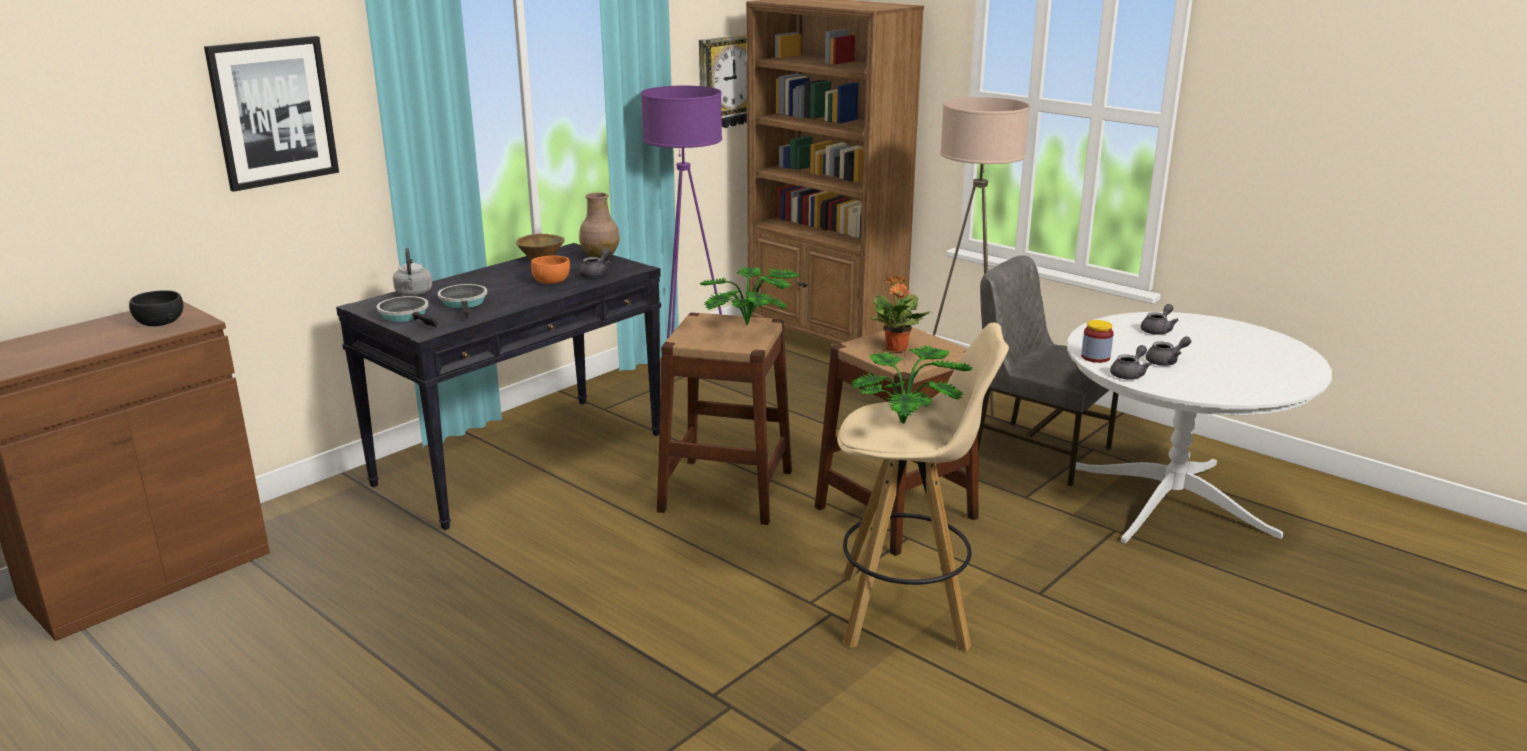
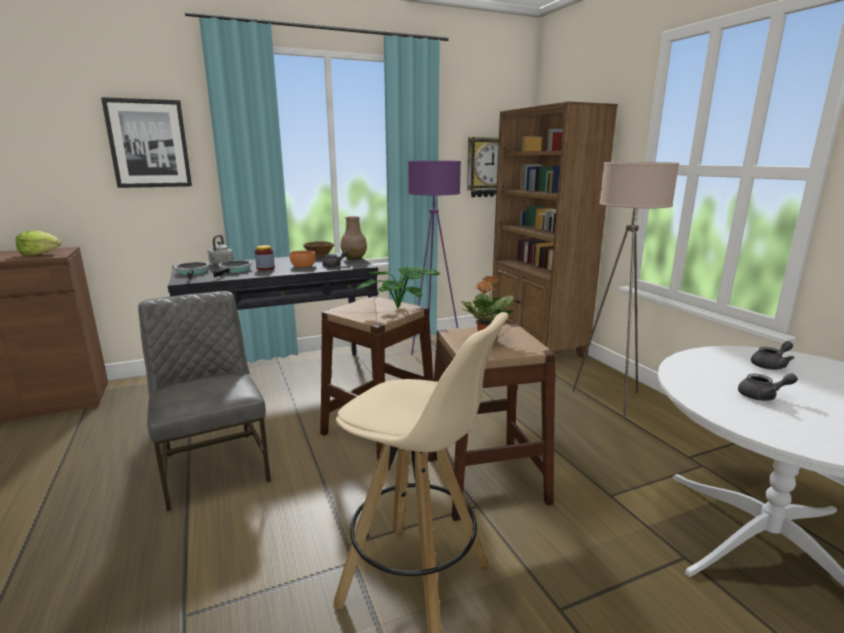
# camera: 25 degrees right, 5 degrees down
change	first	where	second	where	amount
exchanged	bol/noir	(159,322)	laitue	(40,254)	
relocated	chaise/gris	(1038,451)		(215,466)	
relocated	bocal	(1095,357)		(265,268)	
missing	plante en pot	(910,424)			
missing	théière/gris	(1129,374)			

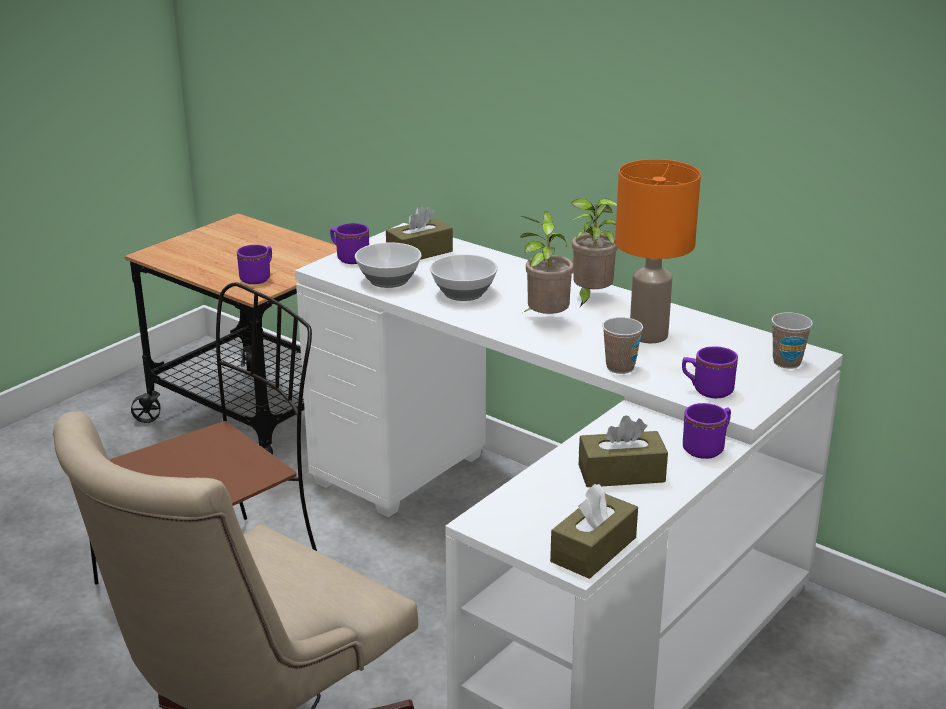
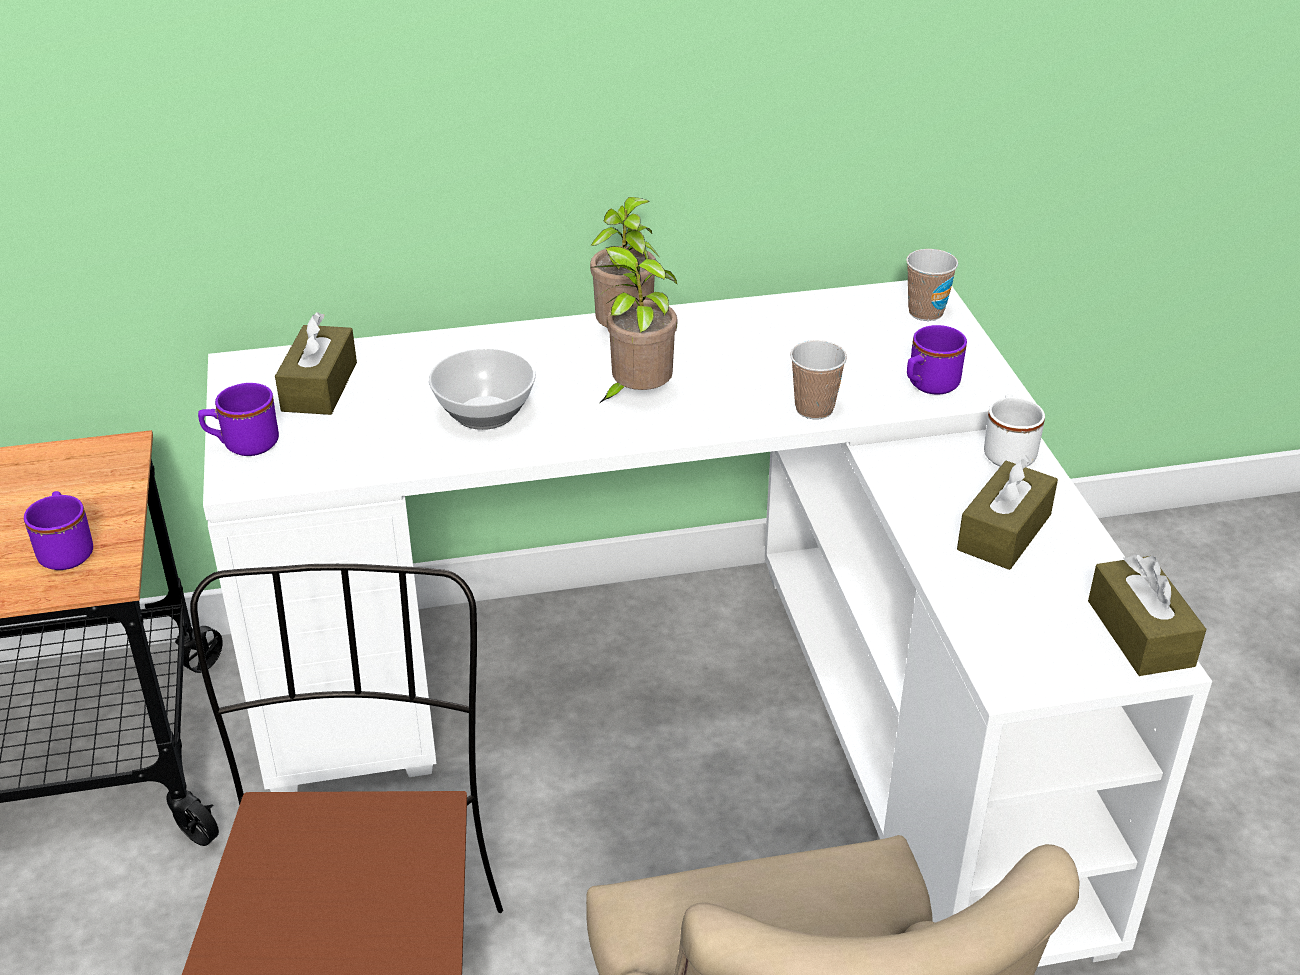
# camera: 50 degrees left, 10 degrees up
change	first	where	second	where	amount
colour	mug/violet	(707,447)	mug/blanc	(1008,451)	
missing	bol	(389,281)			
missing	lampe de table/orange	(649,335)			

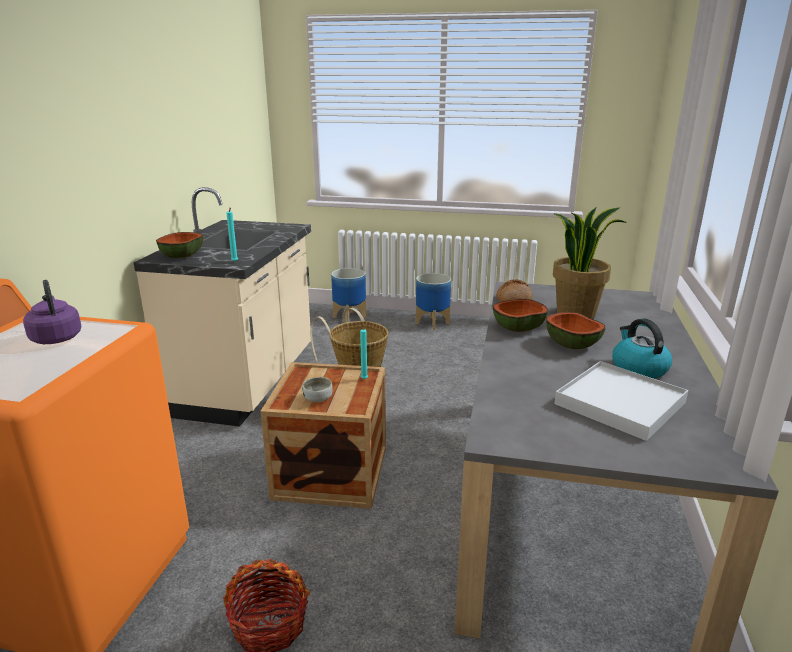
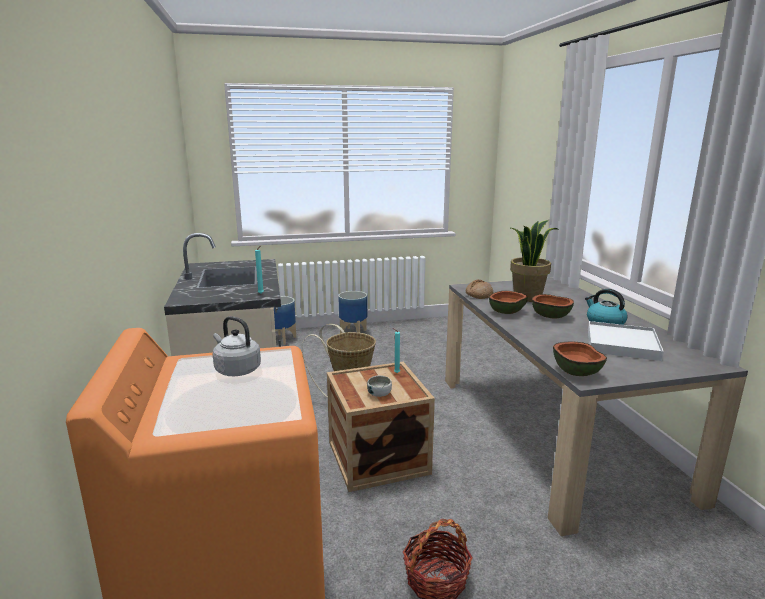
# camera: 25 degrees left, 5 degrees down
change	first	where	second	where	amount
colour	bouilloire/violet	(56,337)	bouilloire/gris	(236,370)	
relocated	bol	(182,256)		(577,372)	

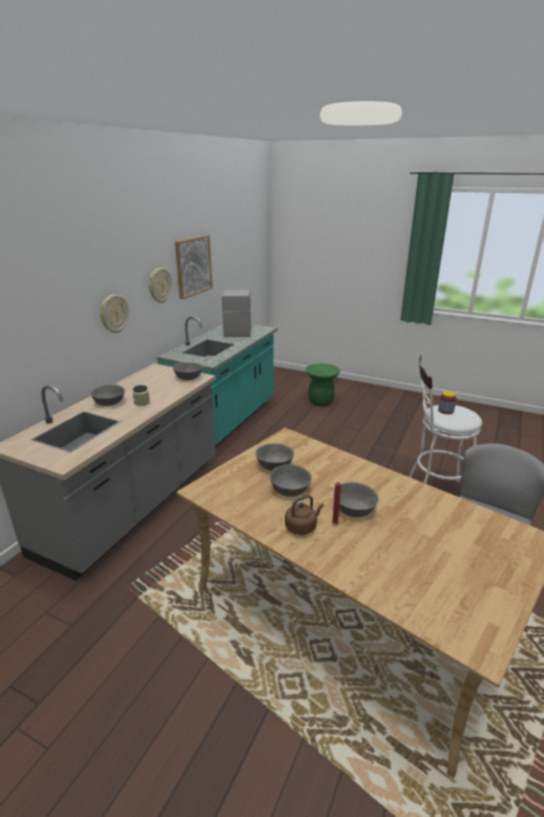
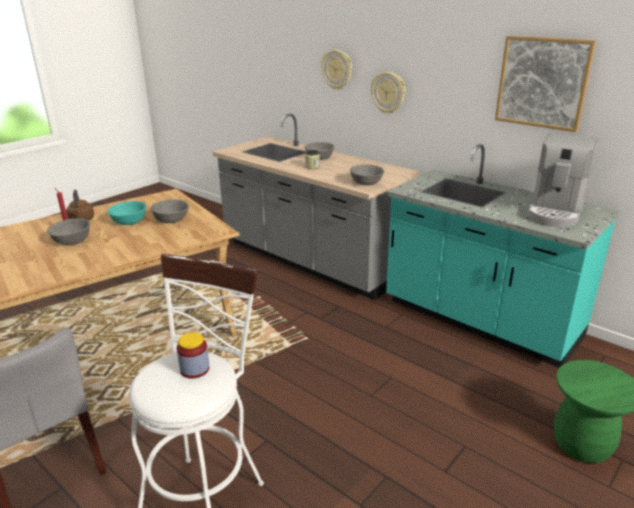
# camera: 105 degrees right, 0 degrees up
change	first	where	second	where	amount
colour	bol/gris	(290,490)	bol/turquoise	(129,222)	
relocated	horloge murale	(159,285)		(337,69)	
spun	machine à café	(237,330)		(555,212)	105 degrees clockwise

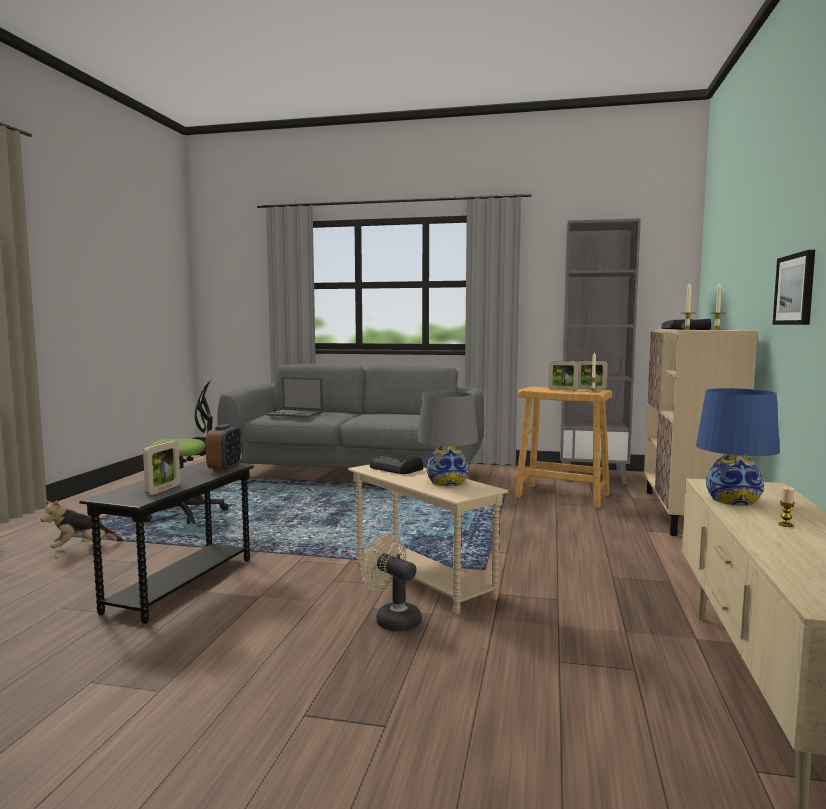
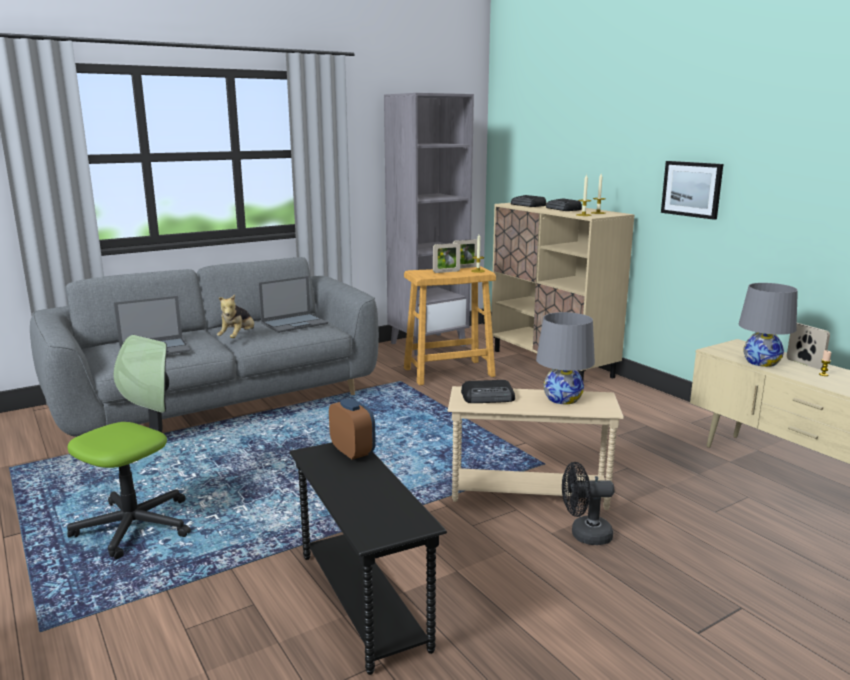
# camera: 45 degrees left, 10 degrees up
change	first	where	second	where	amount
relocated	peluche	(82,548)		(238,337)	
appeared			ordinateur portable	(295,323)	
colour	ventilateur/beige	(392,619)	ventilateur/noir	(584,535)	
colour	lampe de table/bleu	(733,500)	lampe de table/gris	(761,362)	
relocated	cadre photo	(163,489)		(804,363)	

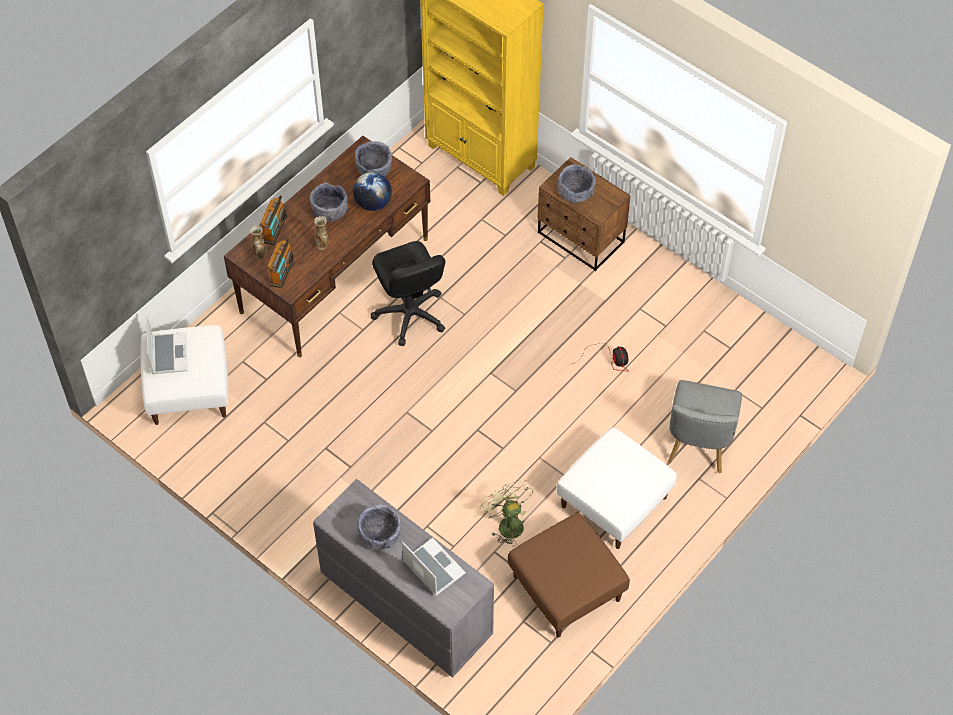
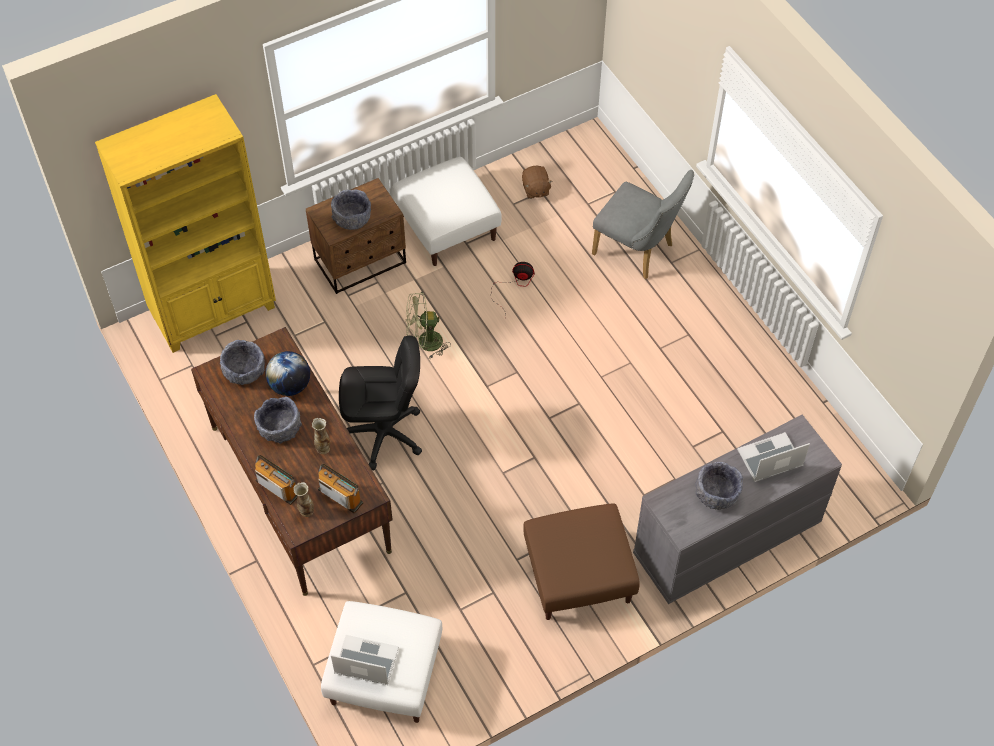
# camera: 70 degrees left, 0 degrees up
change	first	where	second	where	amount
relocated	pouf/blanc	(614,502)		(448,227)	
relocated	ventilateur/vert	(507,523)		(424,343)	
appeared			peluche/marron	(535,189)	
relocated	pouf/marron	(565,588)		(578,576)	

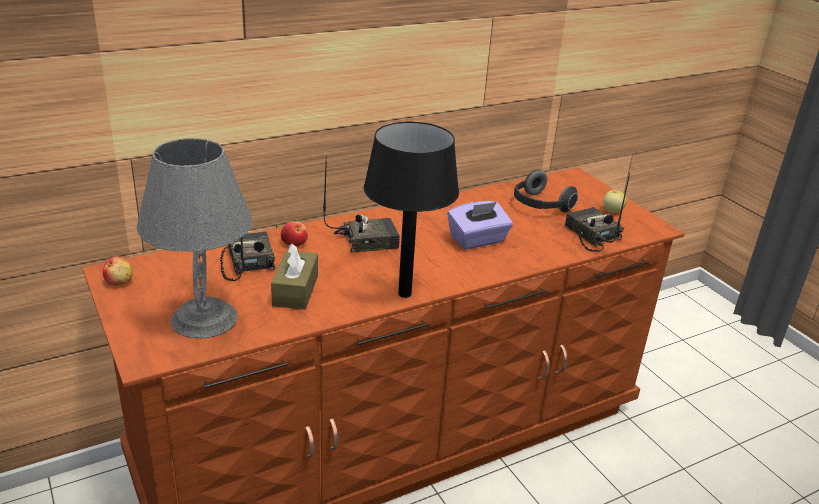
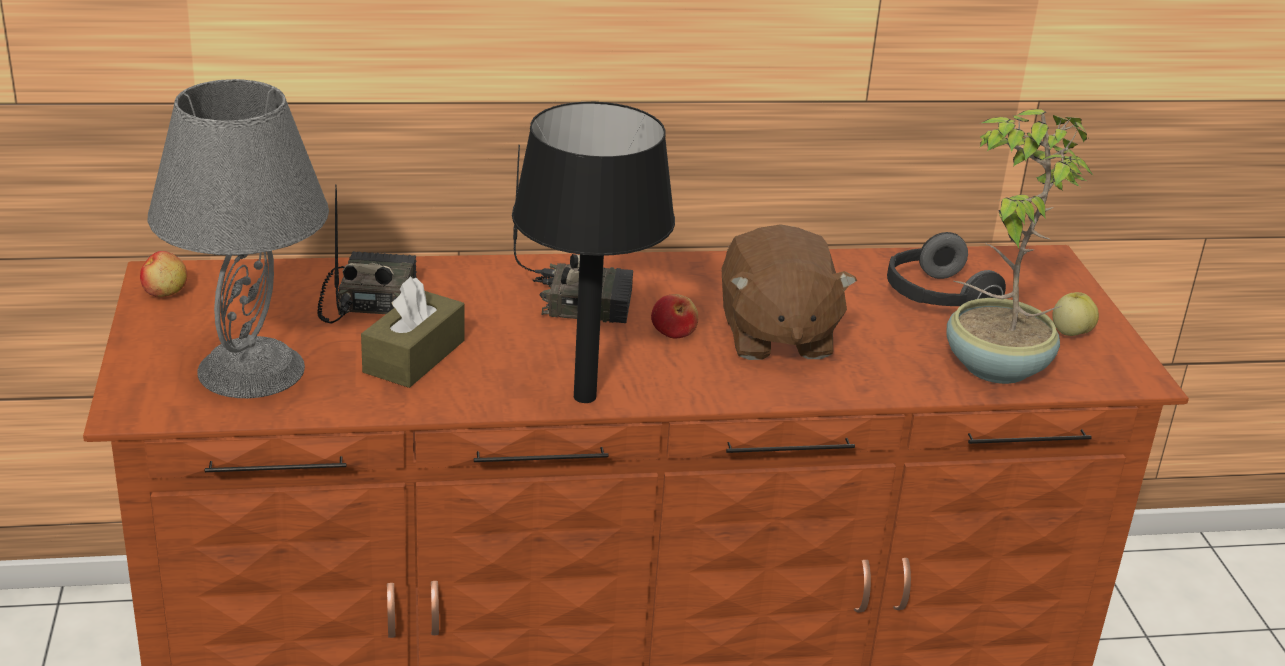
# camera: 20 degrees right, 0 degrees up
change	first	where	second	where	amount
relocated	pomme	(294,243)		(673,332)	
exchanged	boîte à mouchoirs/violet	(478,240)	peluche/marron	(775,336)	
exchanged	radio	(590,235)	plante en pot	(993,367)	

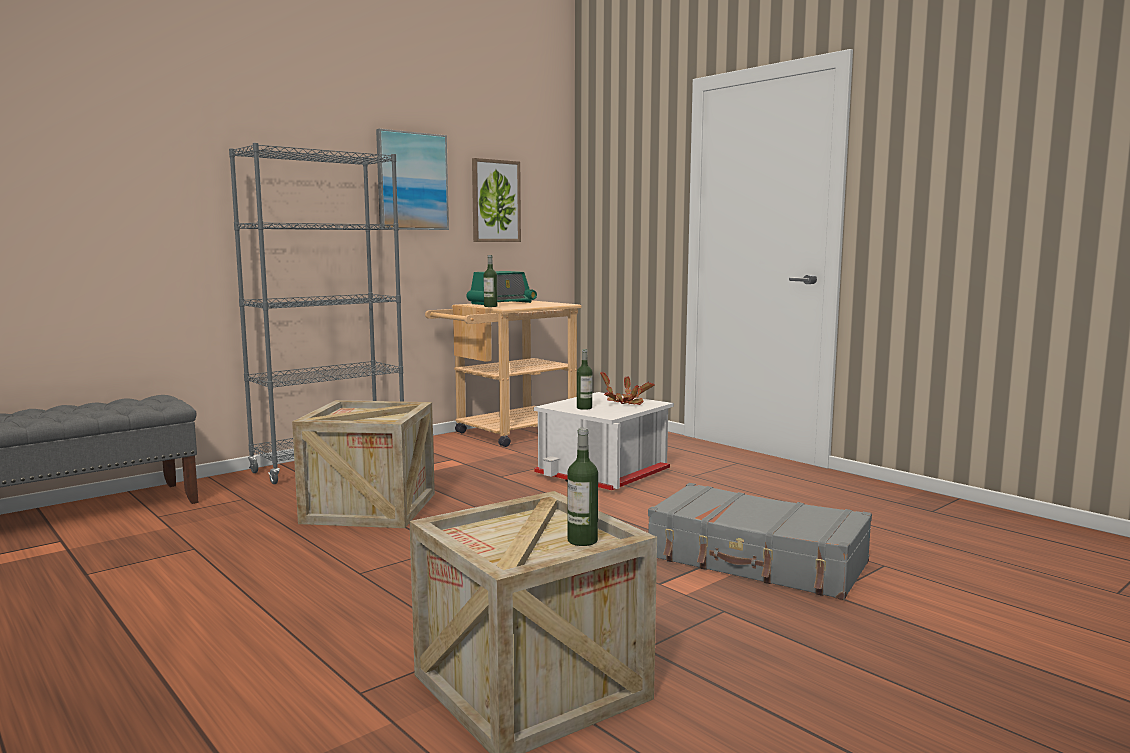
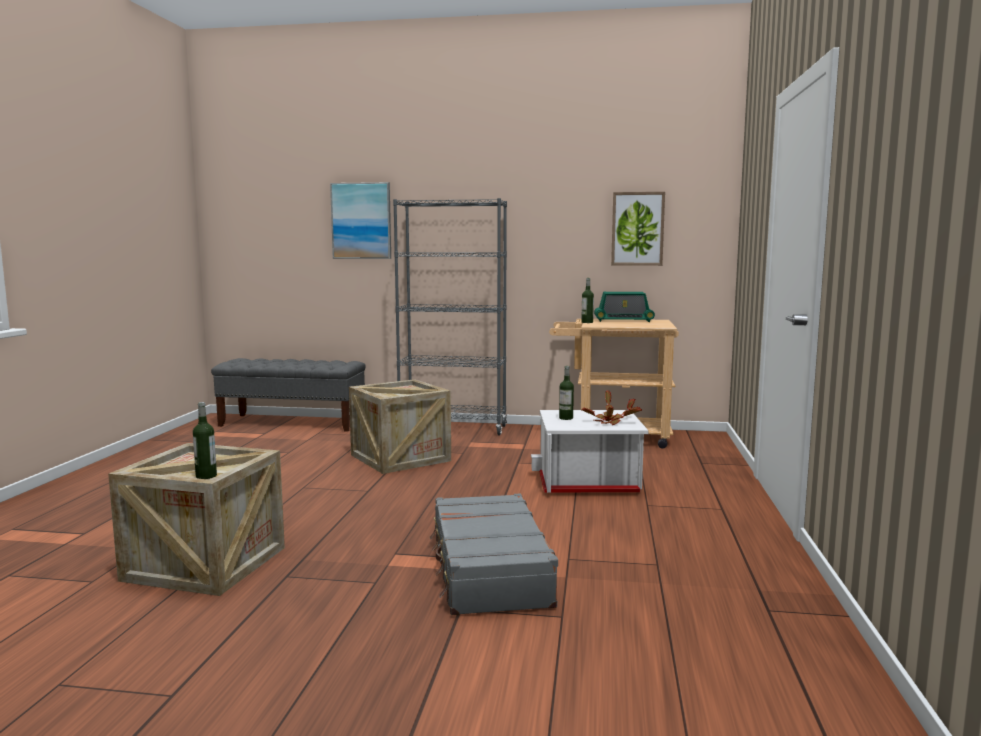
# camera: 50 degrees right, 0 degrees up
change	first	where	second	where	amount
relocated	tableau	(412,181)		(361,221)	

